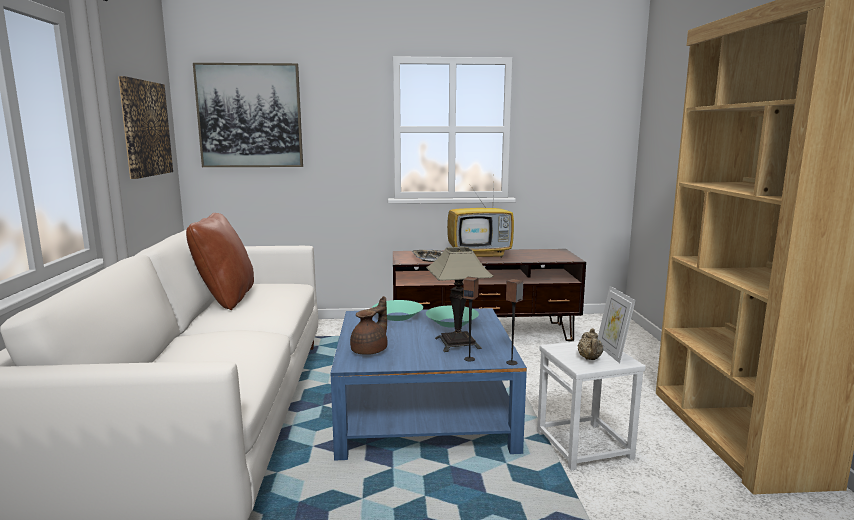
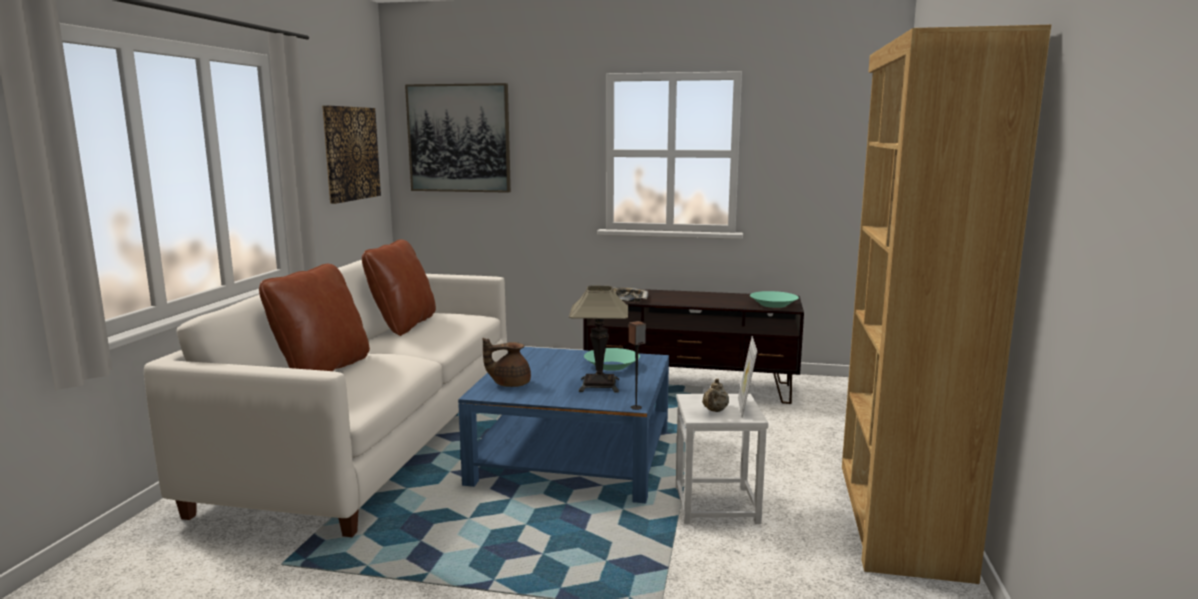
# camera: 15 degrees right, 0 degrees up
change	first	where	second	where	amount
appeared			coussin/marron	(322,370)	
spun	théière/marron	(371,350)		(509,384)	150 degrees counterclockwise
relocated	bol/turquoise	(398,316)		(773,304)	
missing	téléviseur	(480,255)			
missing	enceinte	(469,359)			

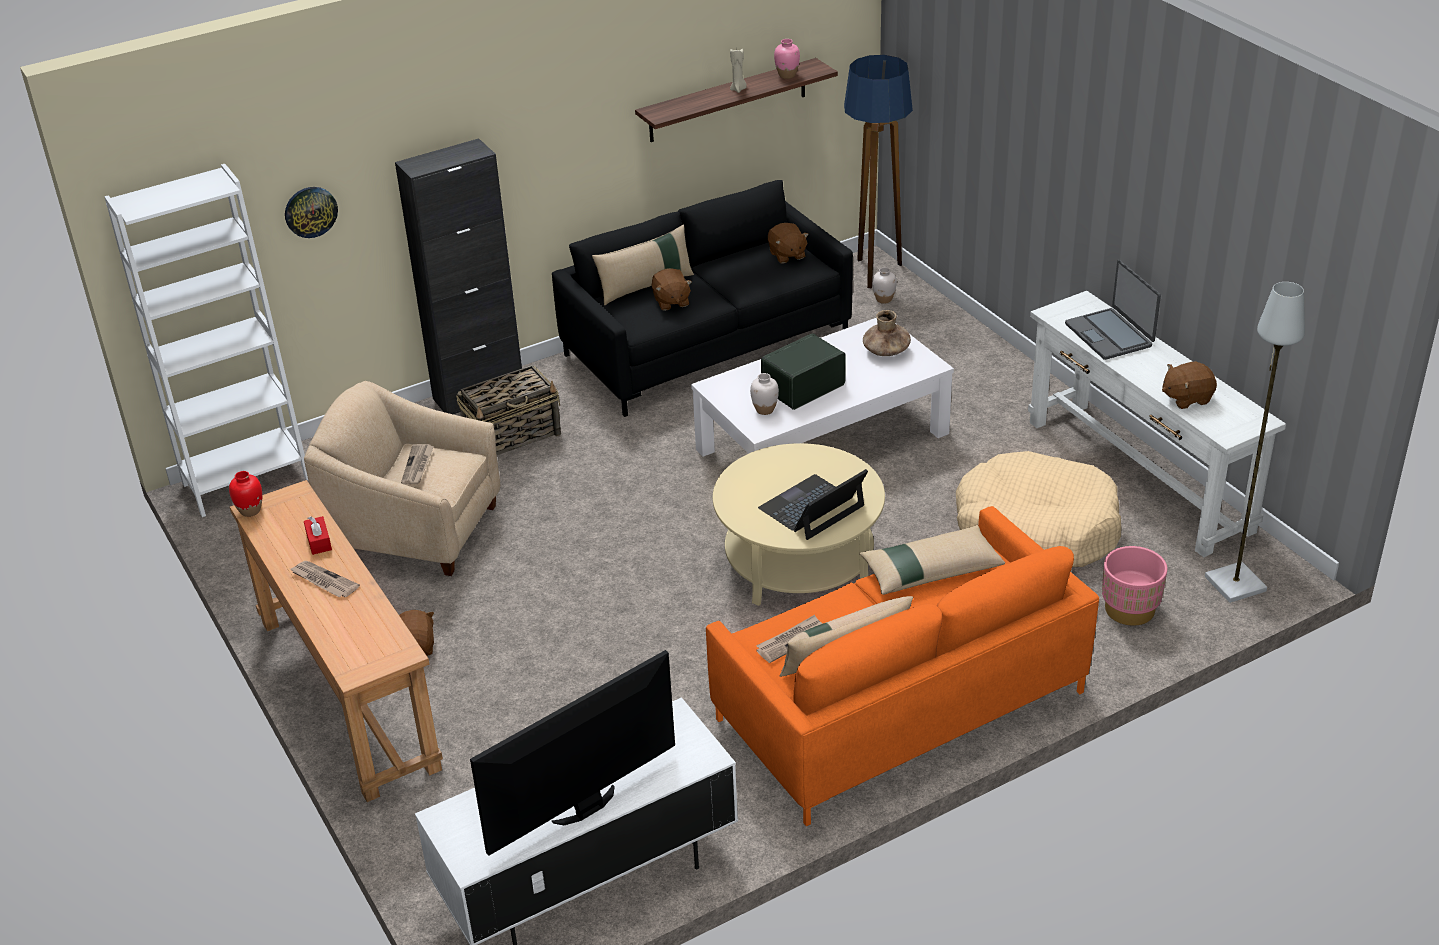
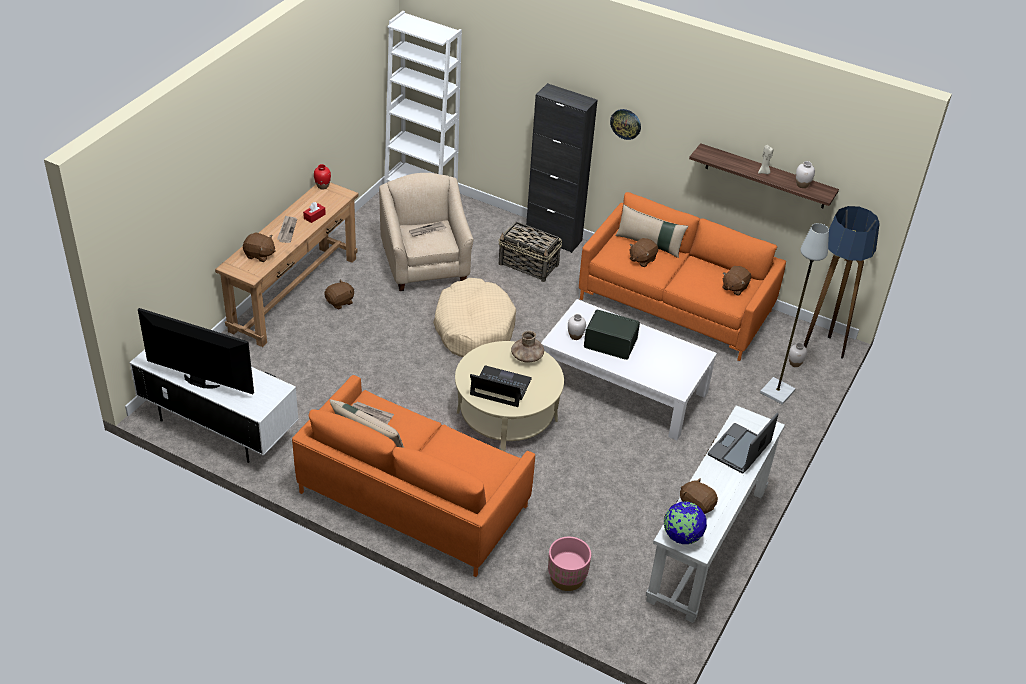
# camera: 55 degrees right, 5 degrees up
change	first	where	second	where	amount
appeared			peluche/marron	(259,255)	
relocated	panier pour chien/beige	(1036,528)		(474,328)	
relocated	vase/marron	(886,351)		(527,357)	
colour	canapé/noir	(706,345)	canapé/orange	(675,305)	
relocated	horloge murale	(310,211)		(626,123)	
appeared			globe	(682,536)	
relocated	lampadaire/gris	(1234,584)		(777,391)	
colour	vase/rose	(787,75)	vase/blanc	(802,185)	
missing	coussin/beige	(930,569)			

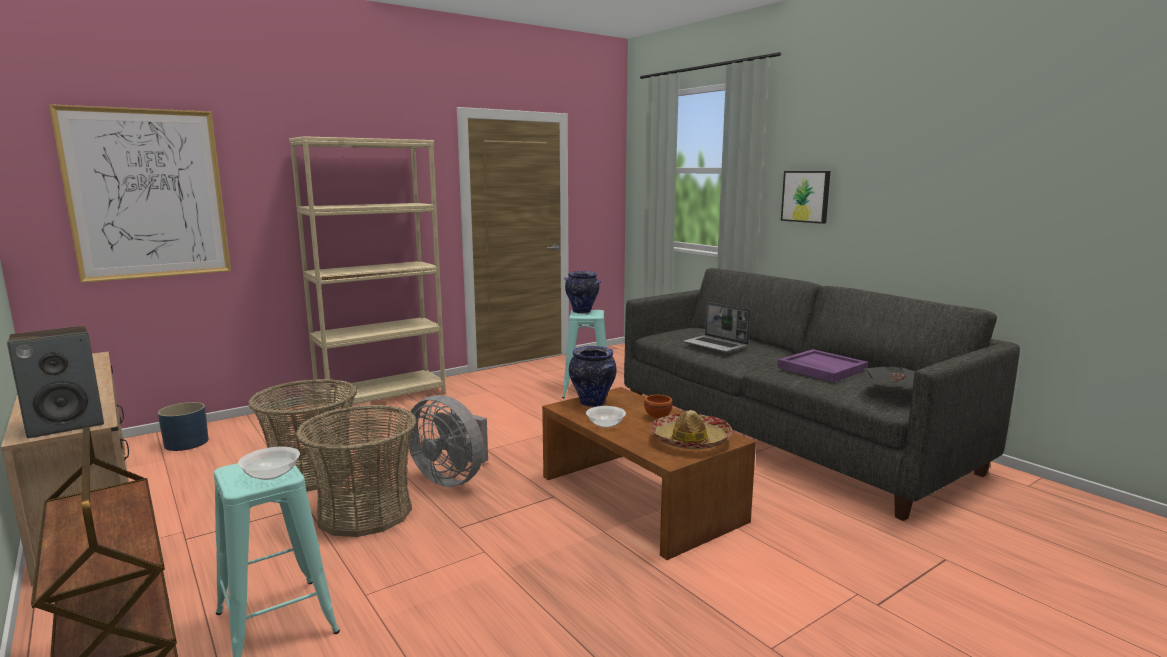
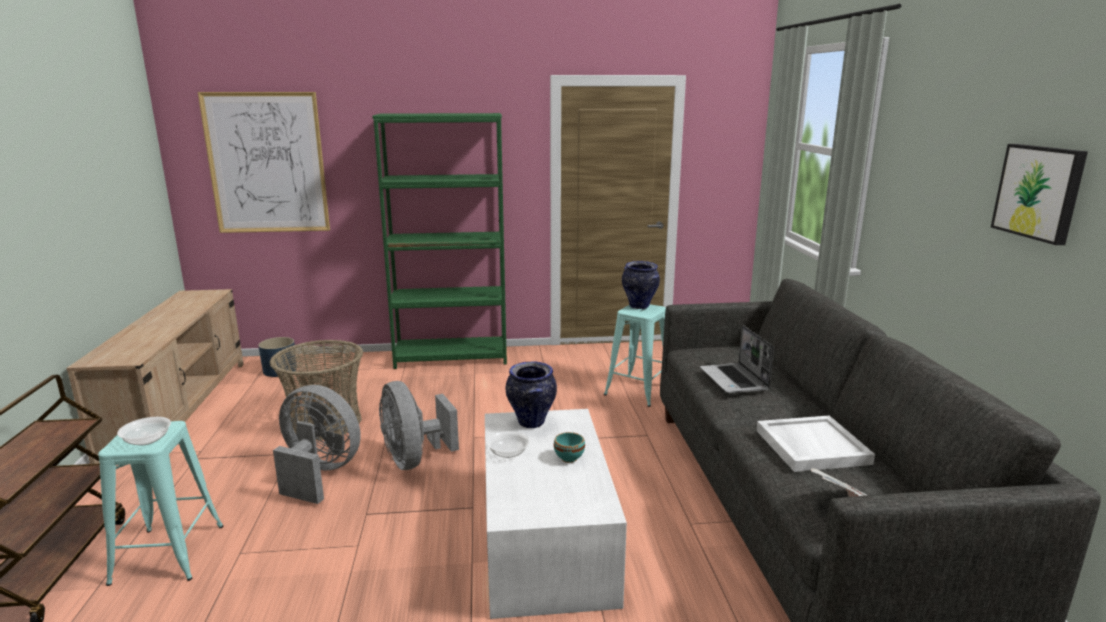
# camera: 30 degrees right, 5 degrees up
change	first	where	second	where	amount
exchanged	panier	(364,513)	ventilateur/gris	(319,474)	
colour	bibliothèque/beige	(382,397)	bibliothèque/vert	(451,357)	
colour	table basse/marron	(640,498)	table basse/blanc	(547,537)	
colour	bol/marron	(658,417)	bol/turquoise	(570,458)	
colour	plateau/violet	(821,369)	plateau/blanc	(810,446)	
relocated	tableau	(806,196)		(1039,192)	
missing	enceinte	(67,424)			
missing	chapeau	(690,440)			

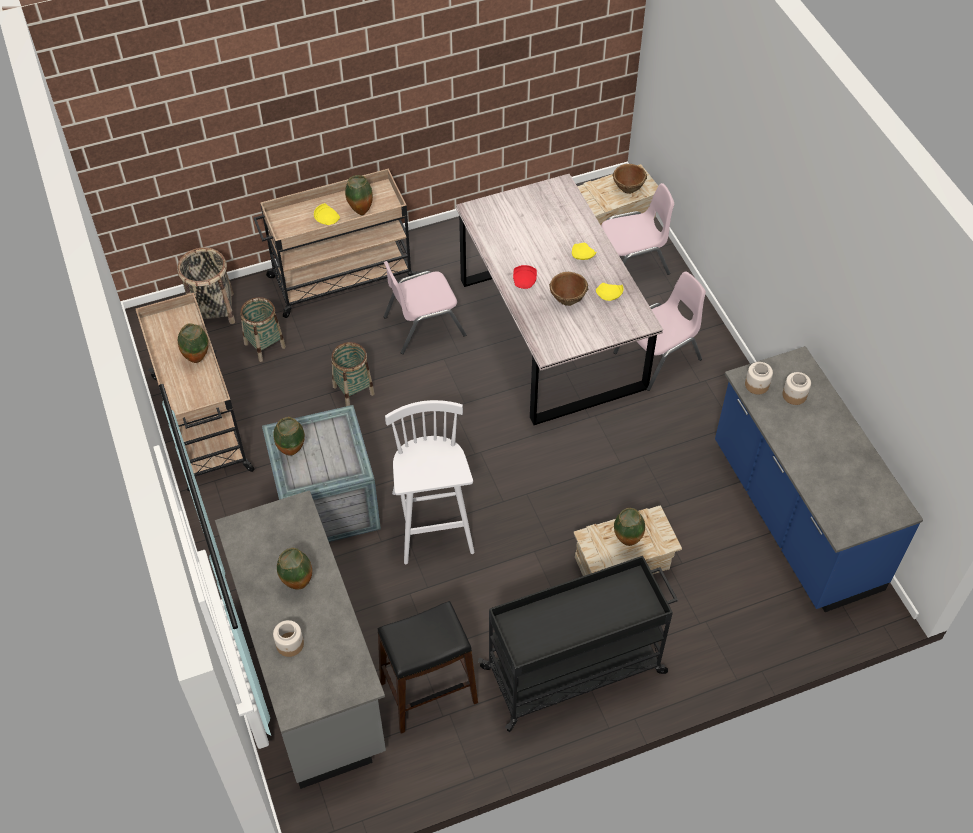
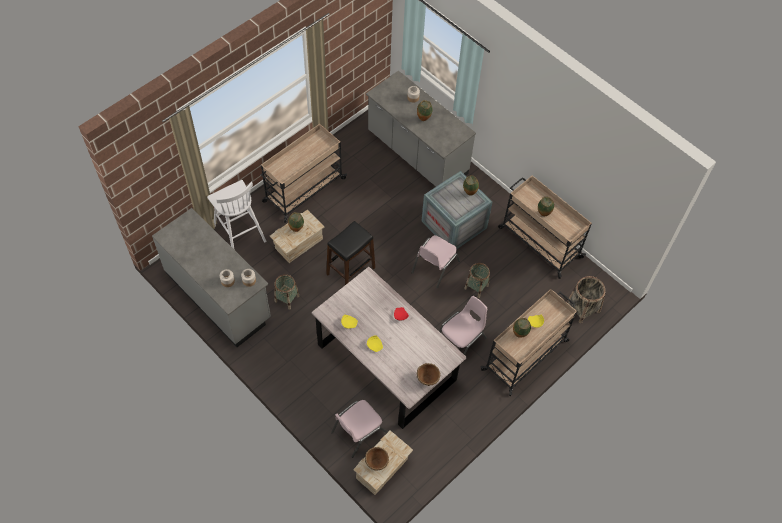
# camera: 155 degrees right, 5 degrees up
change	first	where	second	where	amount
colour	comptoir de cuisine/bleu	(794,517)	comptoir de cuisine/gris	(219,295)	
relocated	tabouret/blanc	(433,524)		(239,233)	
colour	chariot/noir	(575,669)	chariot/beige	(303,190)	
relocated	panier	(265,345)		(287,299)	
relocated	tabouret/noir	(429,692)		(350,271)	
relocated	chaise/rose	(658,357)		(434,266)	
relocated	bol/marron	(567,299)		(427,379)	

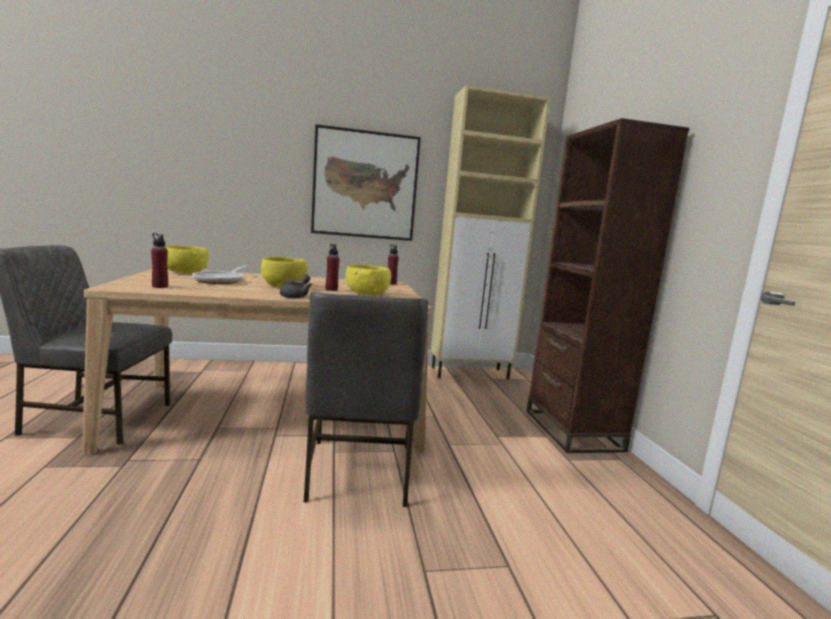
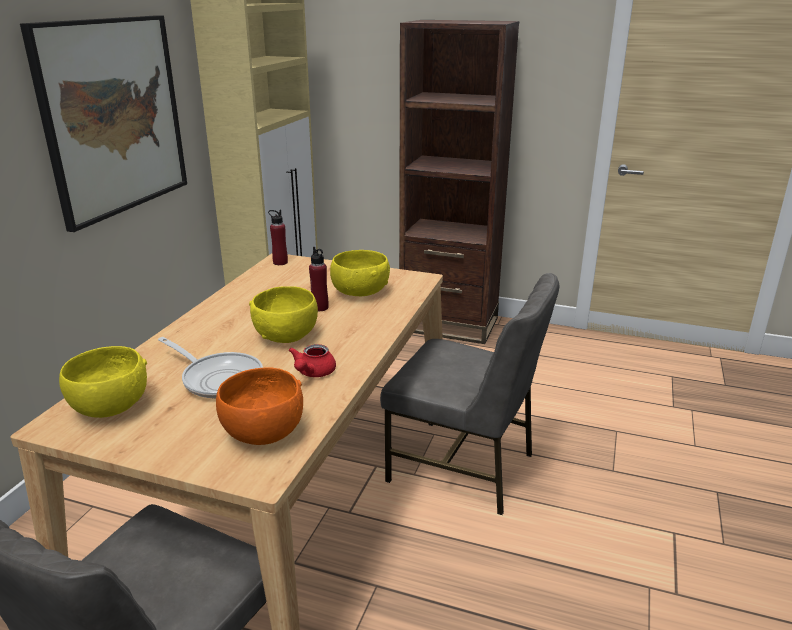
# camera: 60 degrees left, 15 degrees up
change	first	where	second	where	amount
exchanged	bouteille/rouge	(160,286)	bol/orange	(263,432)	
appeared			théière/rouge	(313,373)	
missing	théière/gris	(296,296)			

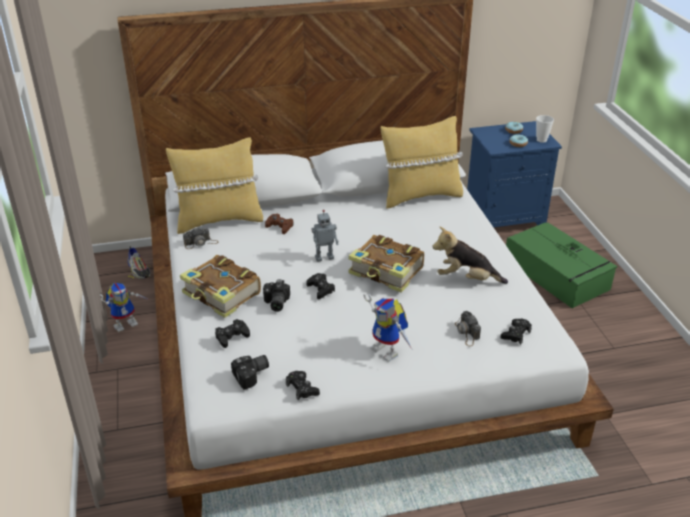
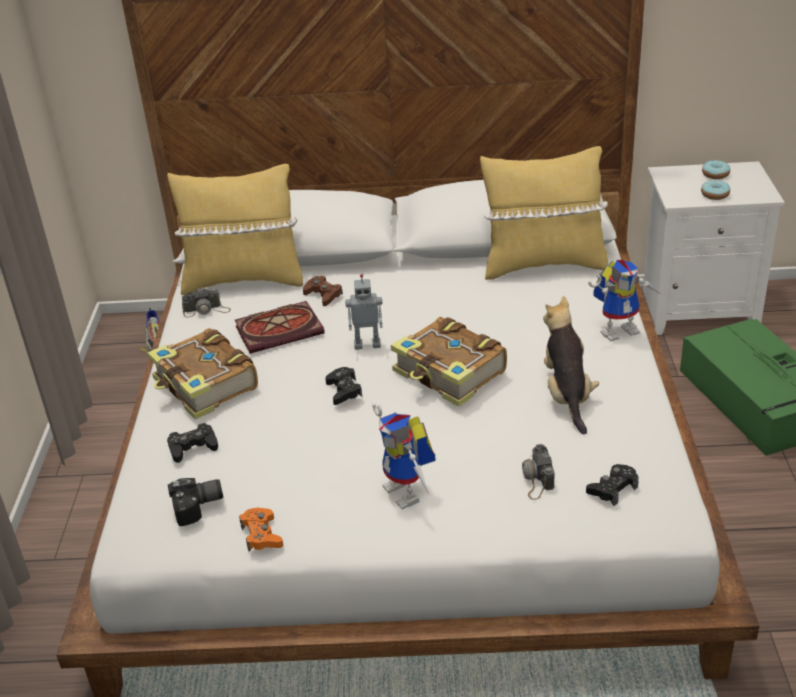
# camera: 15 degrees right, 0 degrees up
change	first	where	second	where	amount
appeared			livre	(281,329)	
colour	manette/noir	(302,388)	manette/orange	(261,535)	
spun	peluche	(466,279)		(567,395)	60 degrees clockwise
relocated	robot jouet	(126,323)		(620,329)	
colour	table de chevet/bleu	(504,219)	table de chevet/blanc	(699,309)	
missing	appareil photo	(275,303)			
missing	tasse	(541,140)			

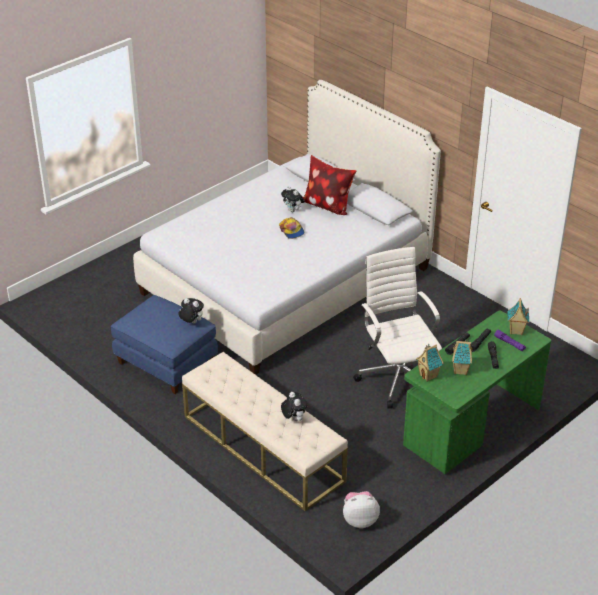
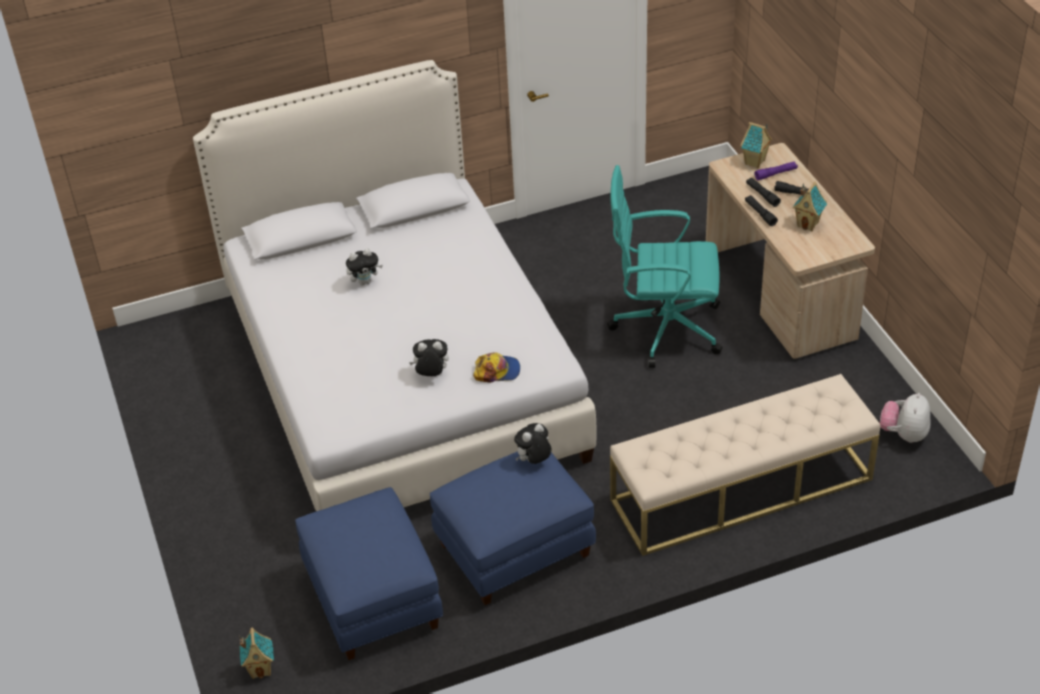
# camera: 65 degrees left, 5 degrees up
change	first	where	second	where	amount
relocated	maison miniature	(428,376)		(261,669)	
appeared			pouf/bleu	(371,599)	
relocated	peluche	(293,418)		(431,375)	
relocated	casquette	(292,231)		(497,371)	
colour	chaise de bureau/blanc	(398,377)	chaise de bureau/turquoise	(664,328)	
colour	bureau/vert	(471,426)	bureau/beige	(781,295)	
missing	coussin	(327,205)			

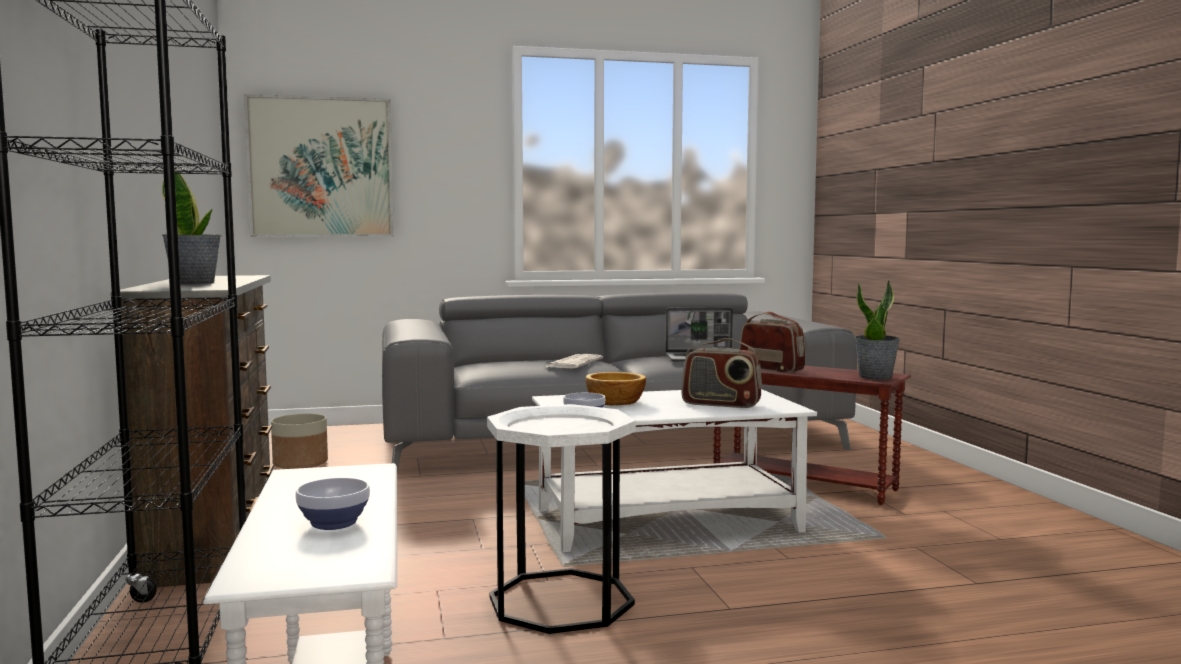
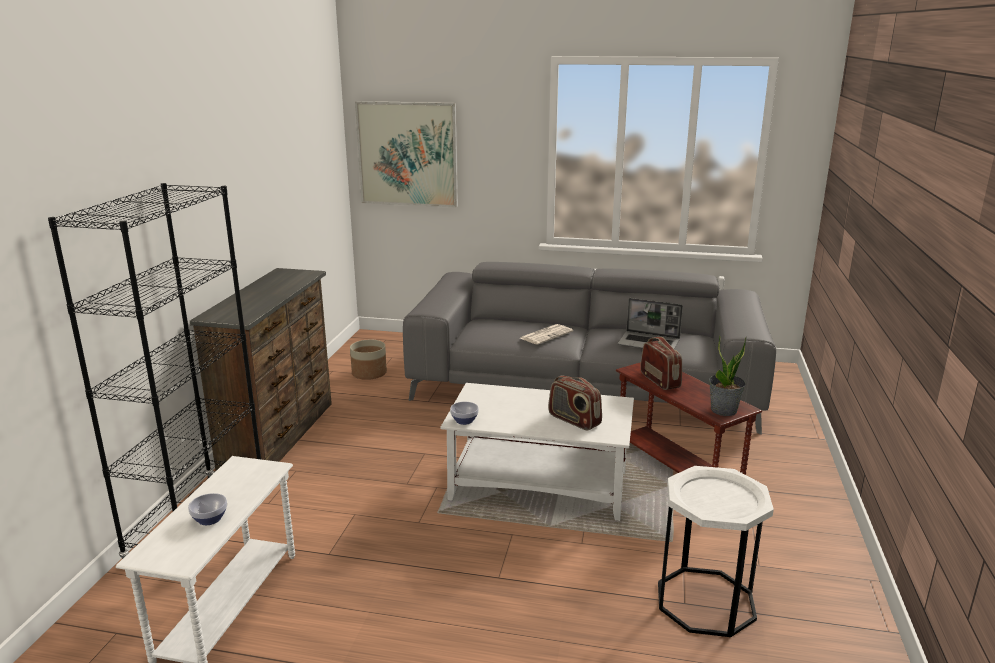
# camera: 25 degrees right, 15 degrees up
change	first	where	second	where	amount
relocated	table d'appoint/blanc	(561,601)		(705,601)	
missing	plante en pot	(194,283)			
missing	bol	(614,402)			

